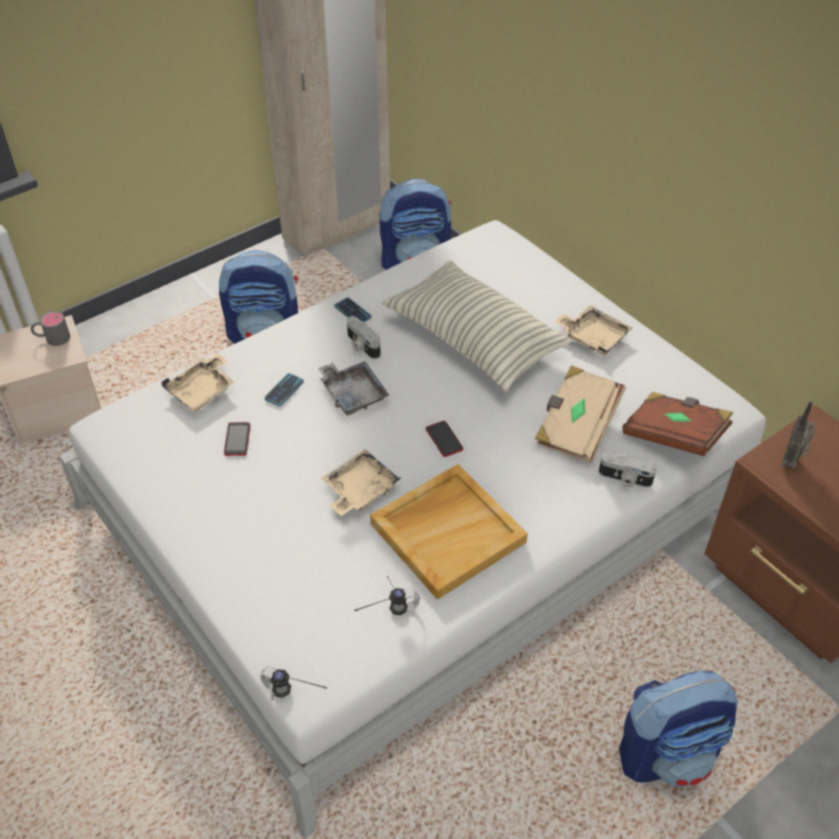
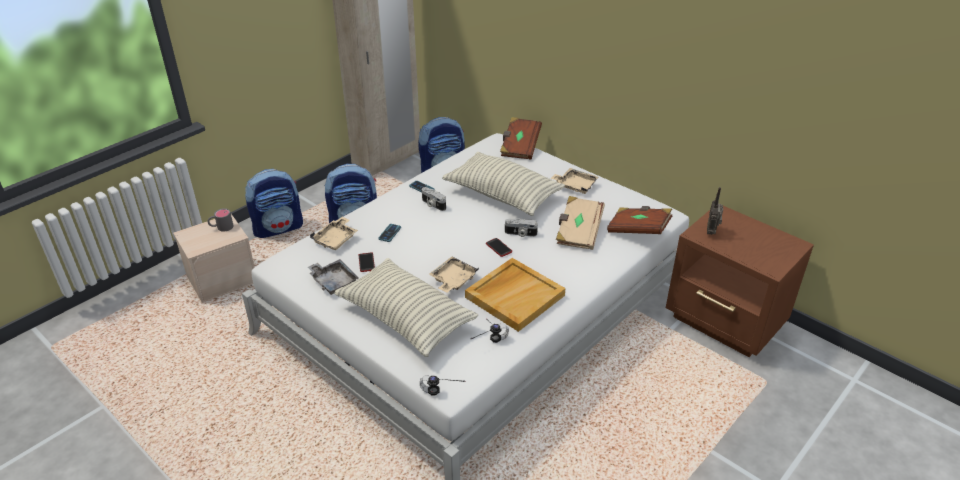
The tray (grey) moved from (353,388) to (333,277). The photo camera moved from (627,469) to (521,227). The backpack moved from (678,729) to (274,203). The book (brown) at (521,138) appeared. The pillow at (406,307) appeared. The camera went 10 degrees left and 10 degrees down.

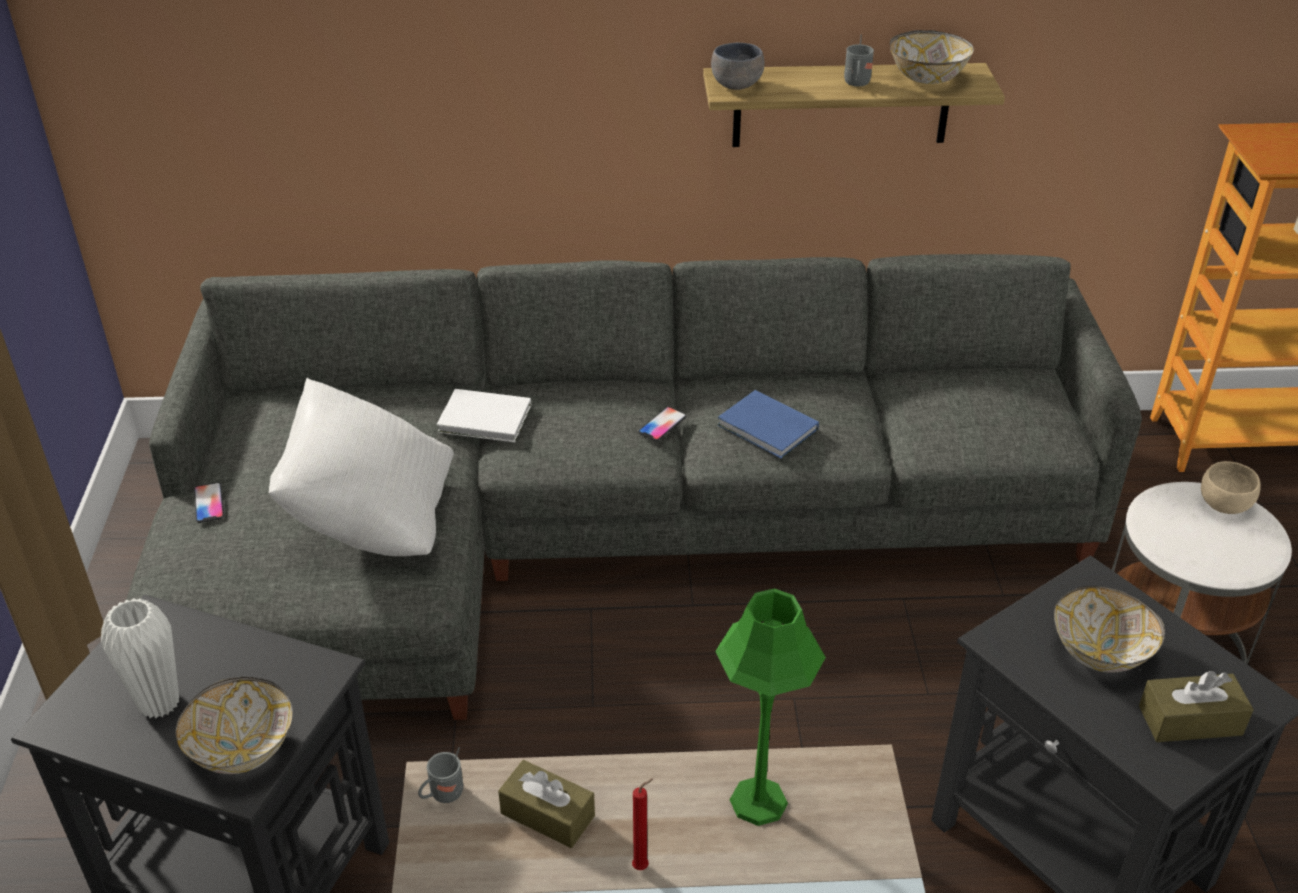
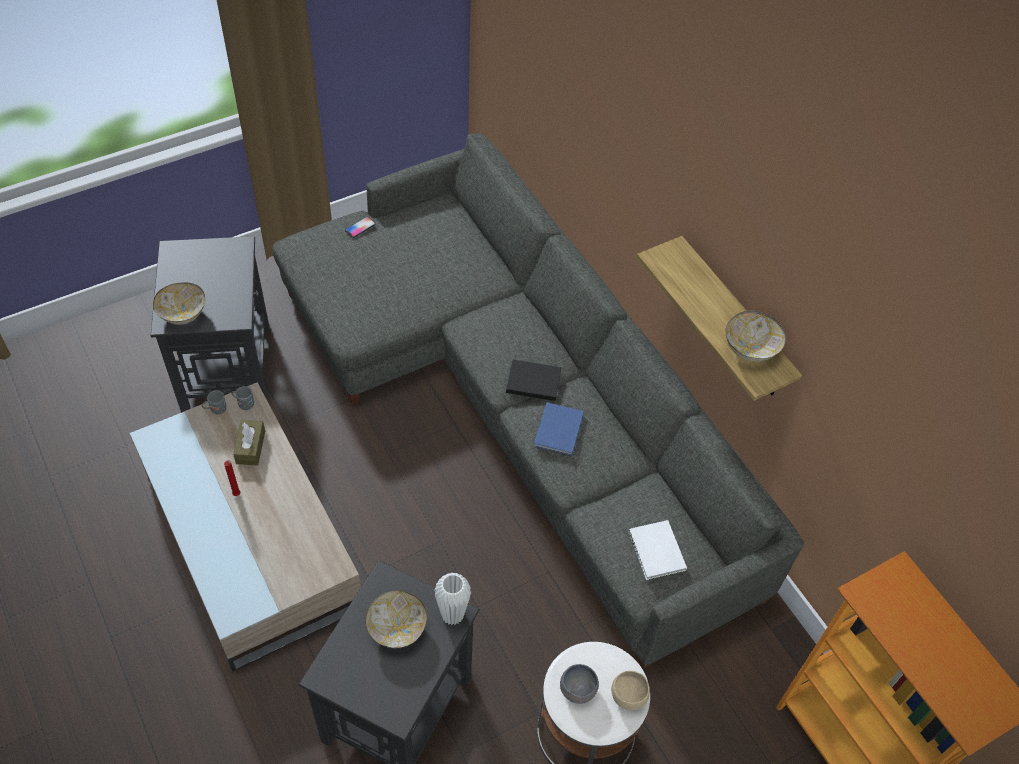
The mug (grey) moved from (859,60) to (214,402). The bowl (grey) moved from (737,66) to (579,684). The pillow (white) at (361,467) disappeared. The book (white) moved from (484,415) to (657,550). The phone at (662,424) was replaced by the book (black) at (533,380). The table lamp (green) at (770,707) disappeared. The vase (white) moved from (140,658) to (452,599). The tissue box (brown) at (1196,706) disappeared. The camera went 60 degrees right and 15 degrees up.

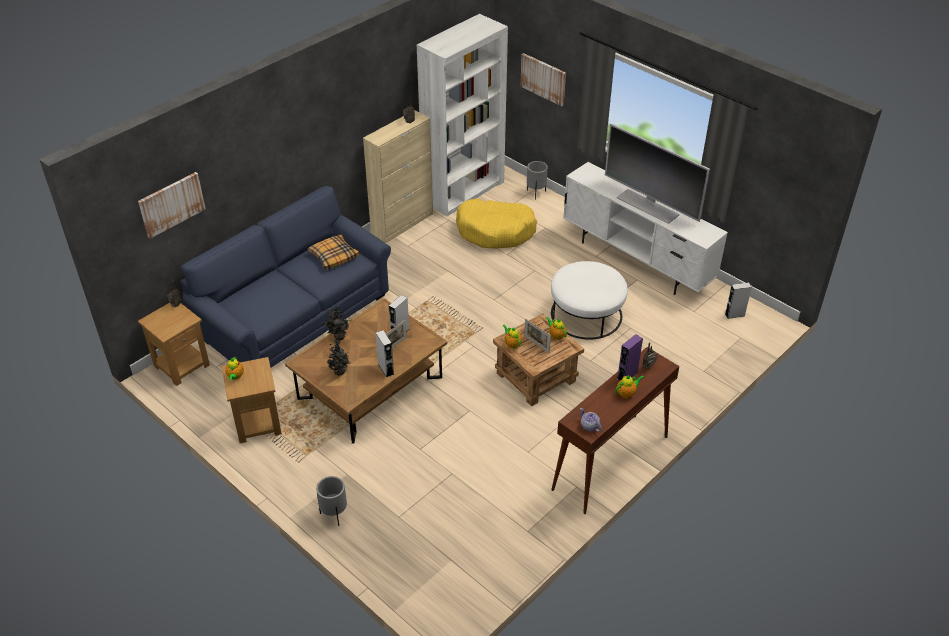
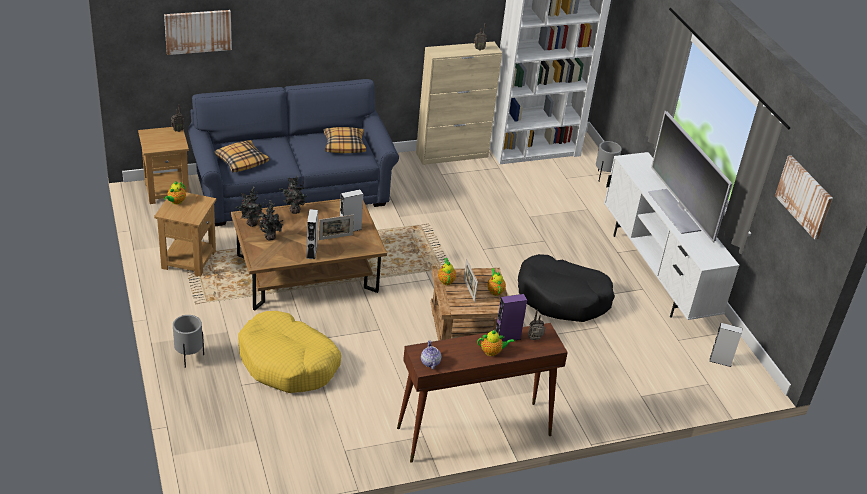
The picture moved from (543,79) to (804,197). The dog bed (yellow) moved from (496,224) to (289,352). The ottoman (white) at (589,300) was replaced by the dog bed (black) at (566,288). The pillow at (241,156) appeared. The potted plant at (251,207) appeared. The camera went 25 degrees right and 5 degrees down.

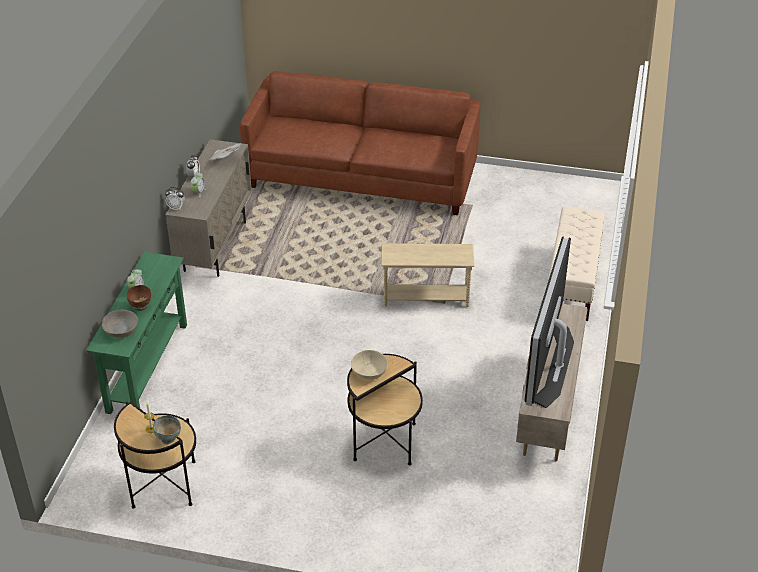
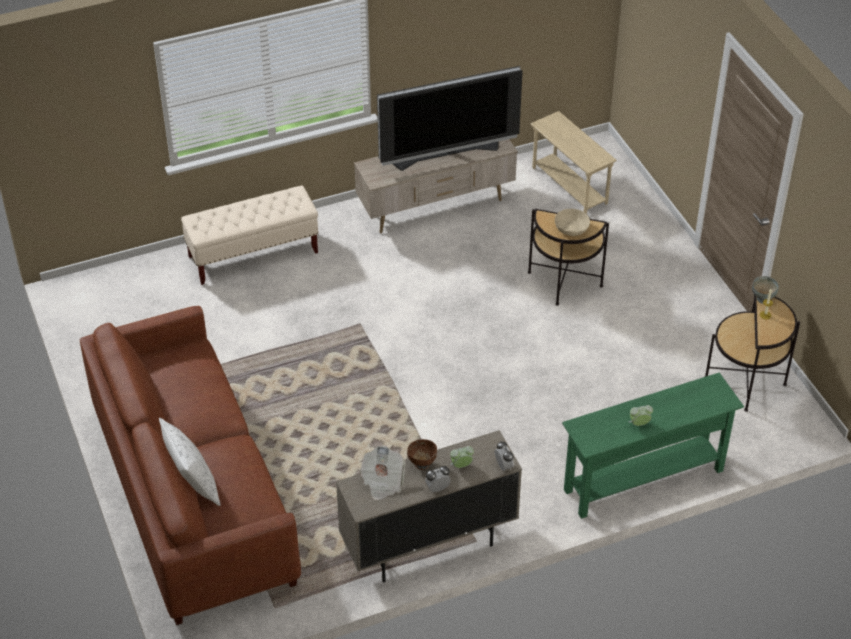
The side table (beige) moved from (428,275) to (573,162). The bowl (brown) moved from (139,298) to (422,454). The bowl (grey) at (120,324) disappeared. The pillow (white) at (189,462) appeared. The camera went 125 degrees left and 5 degrees up.

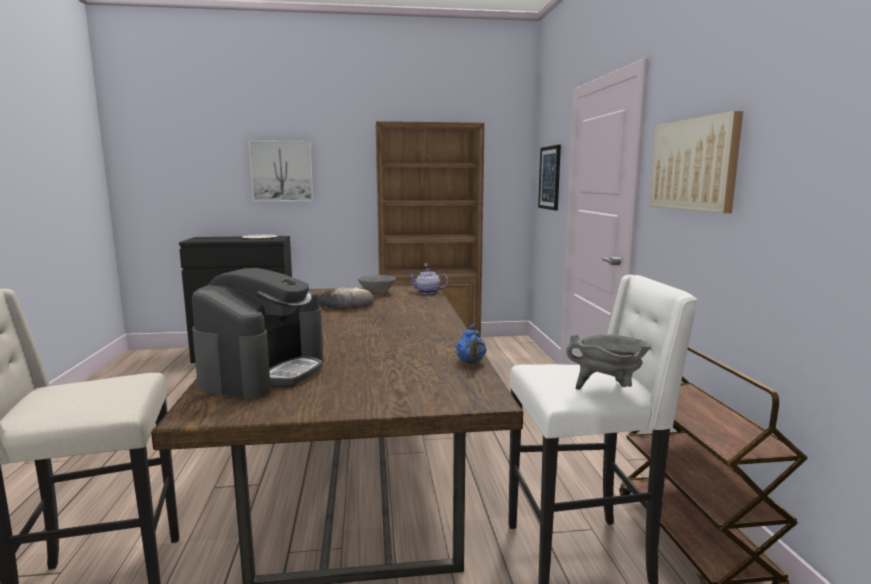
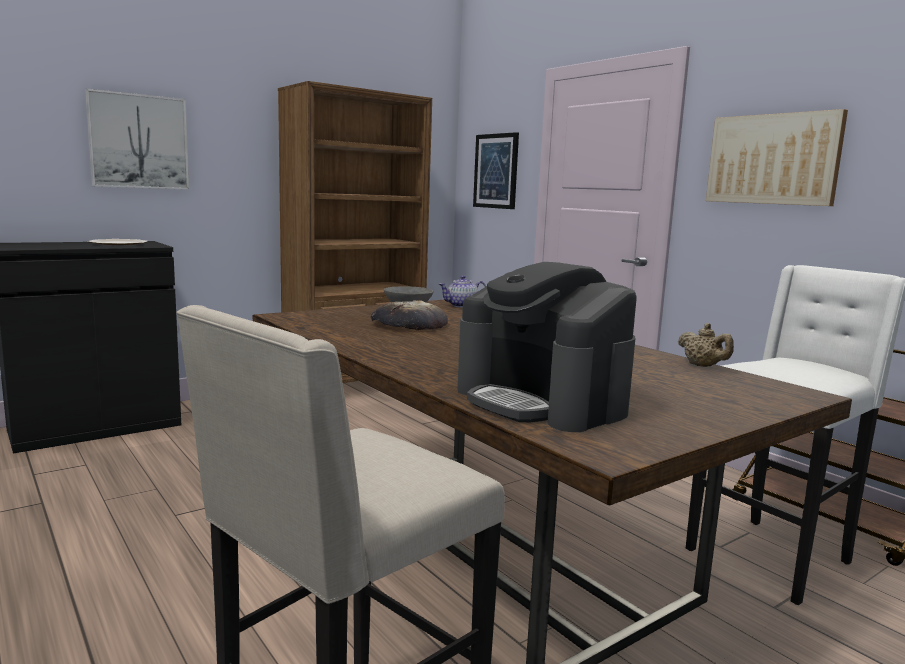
The coffee machine at (257,333) turned 150 degrees clockwise. The teapot (blue) at (471,344) became the teapot (beige) at (706,345). The cooking pot (grey) at (609,362) disappeared. The camera went 30 degrees left and 0 degrees up.

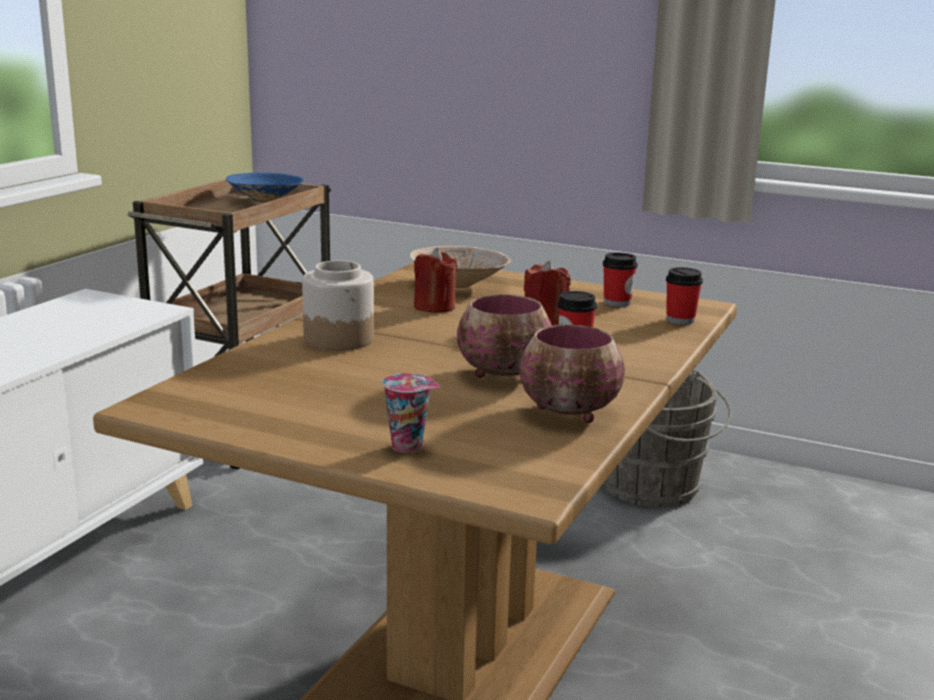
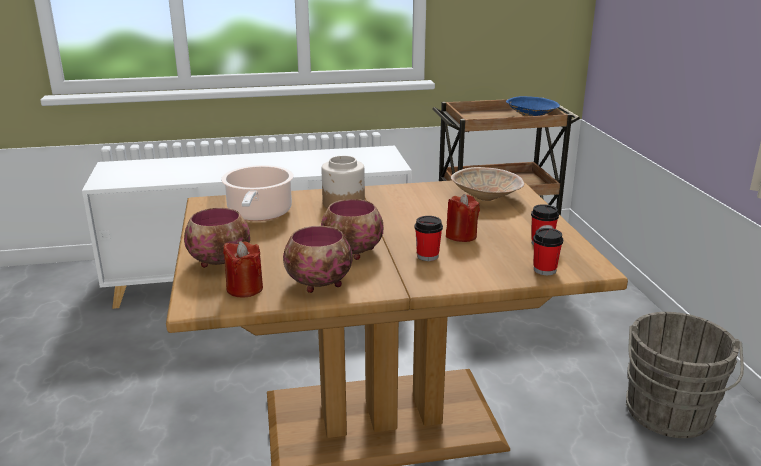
The candle (red) moved from (435,280) to (243,269). The cup at (411,413) was replaced by the bowl at (217,238). The cooking pot at (257,193) appeared. The camera went 55 degrees right and 5 degrees up.

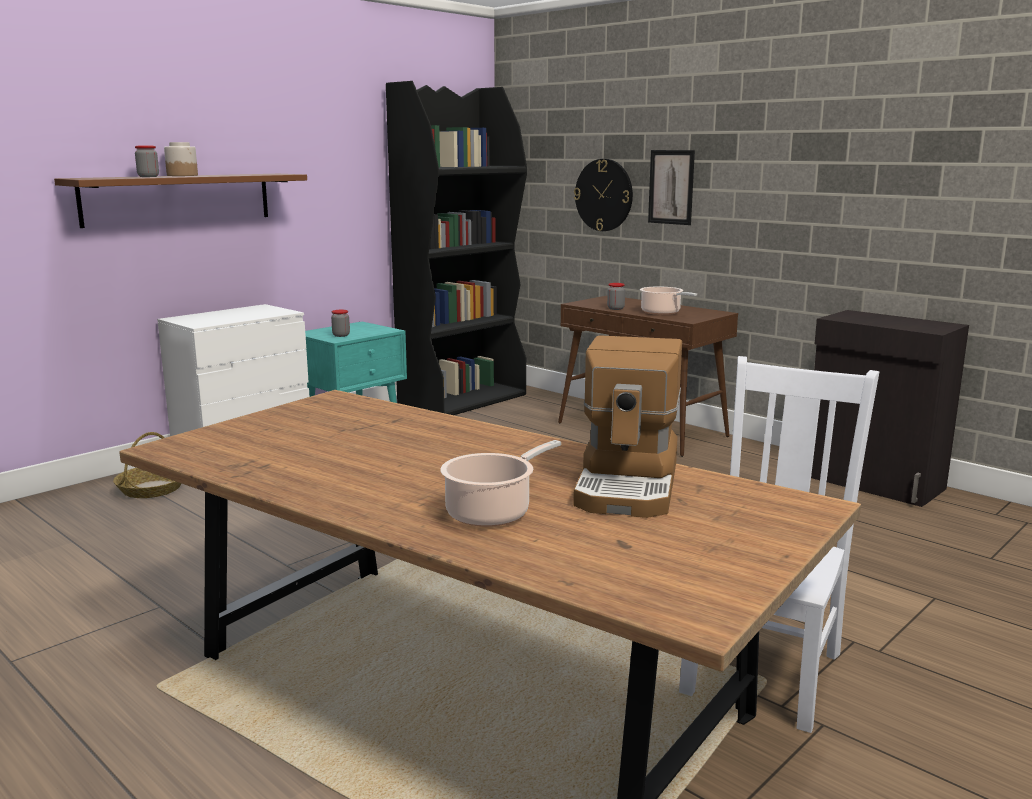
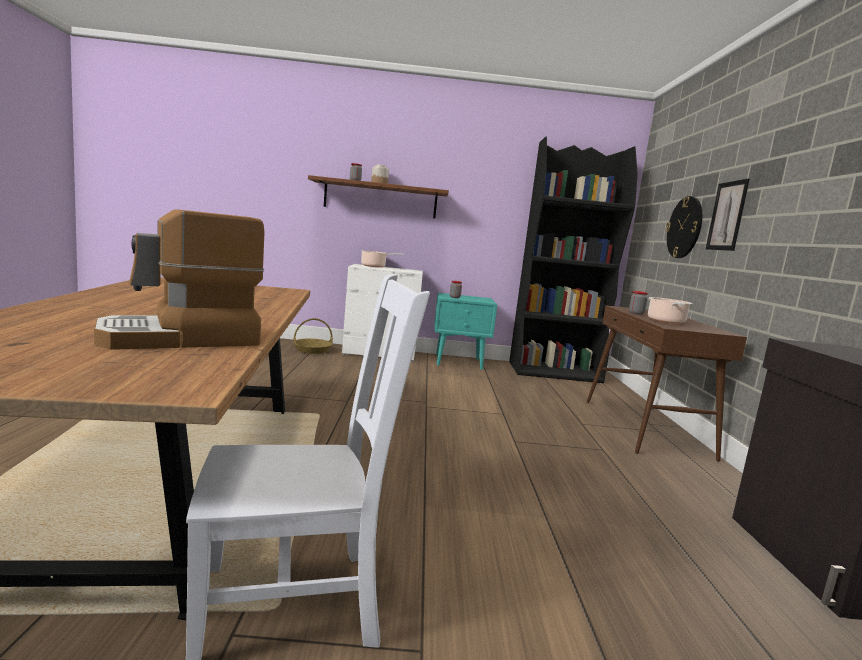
The cooking pot moved from (501,483) to (382,258). The camera went 45 degrees right and 5 degrees down.

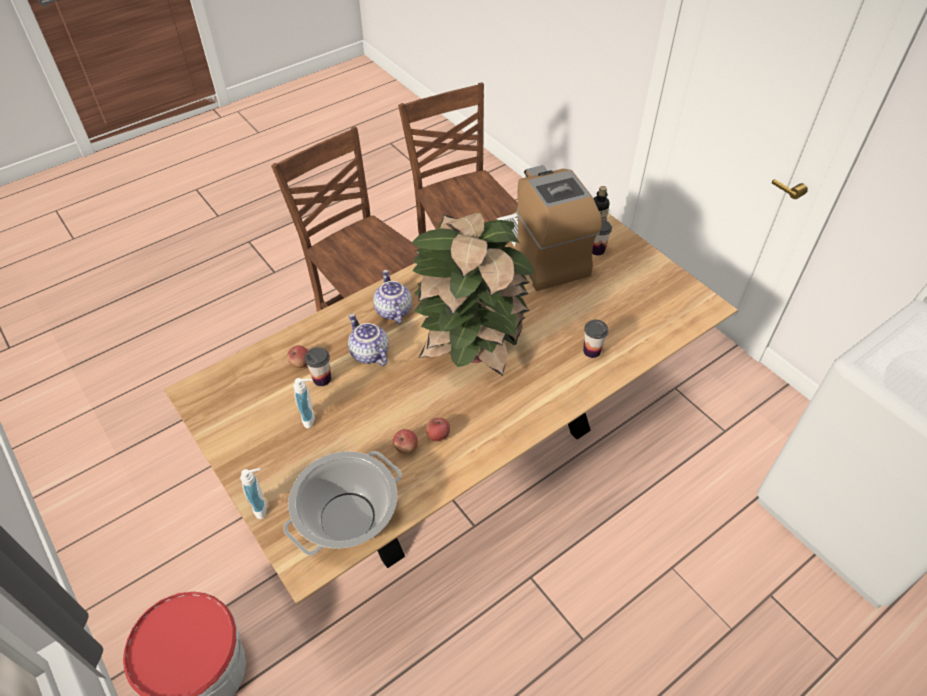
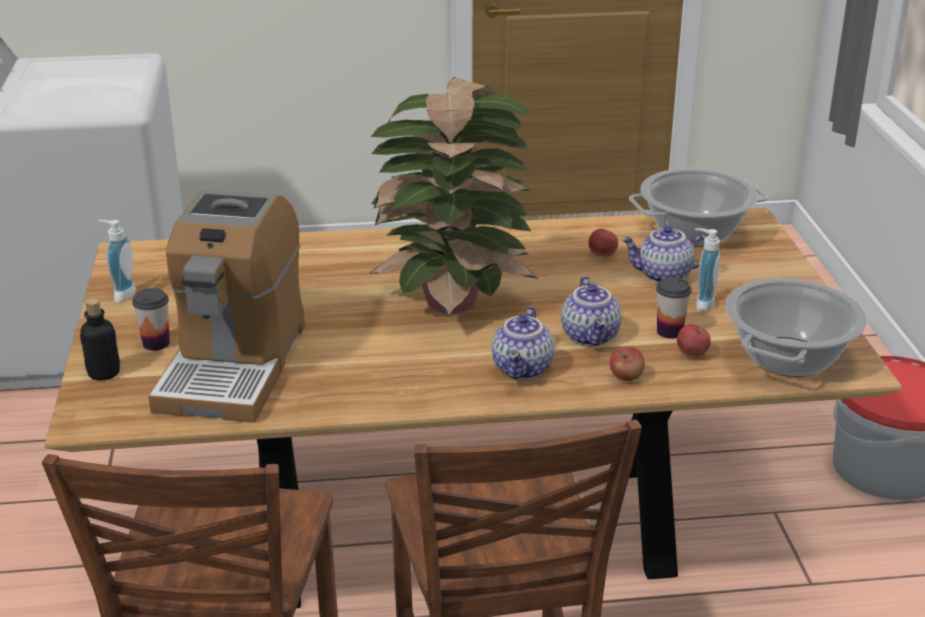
The cup at (595,339) disappeared. The apple moved from (438,430) to (627,363). The soap dispenser moved from (253,493) to (117,261). The teapot at (663,254) appeared. The cooking pot at (796,327) appeared. The camera went 150 degrees left and 20 degrees down.

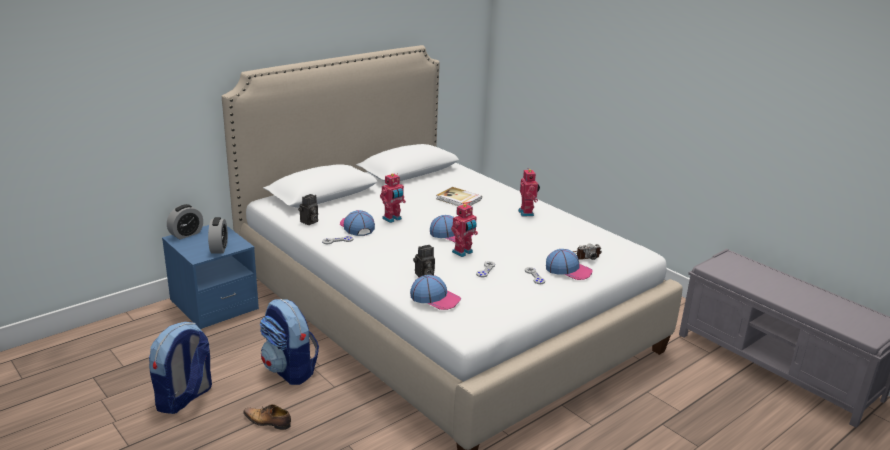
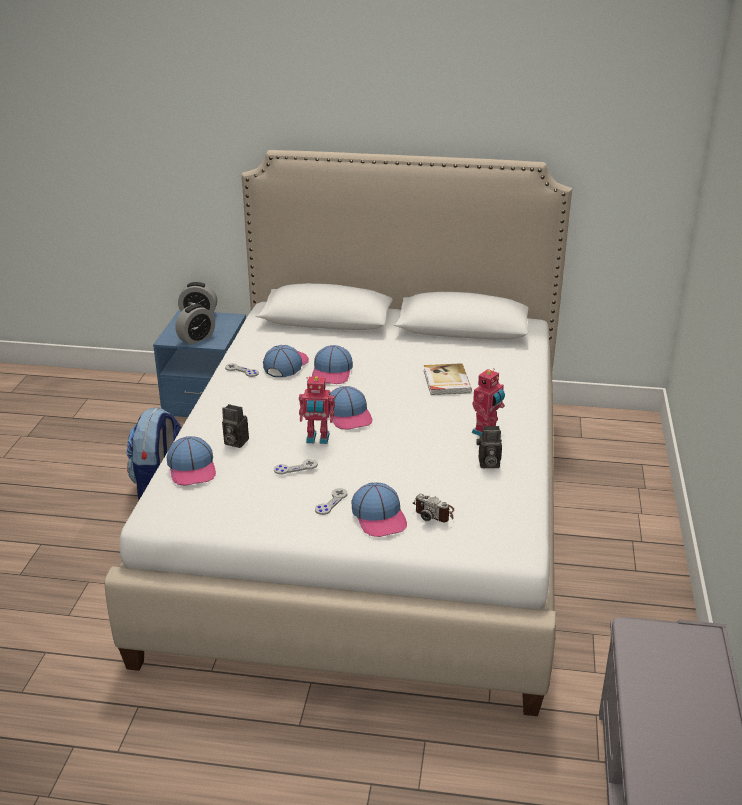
The toy robot at (393,198) was replaced by the cap at (332,364). The photo camera moved from (308,209) to (489,447). The backpack at (180,368) disappeared. The shoe at (267,417) disappeared. The camera went 50 degrees right and 5 degrees up.

